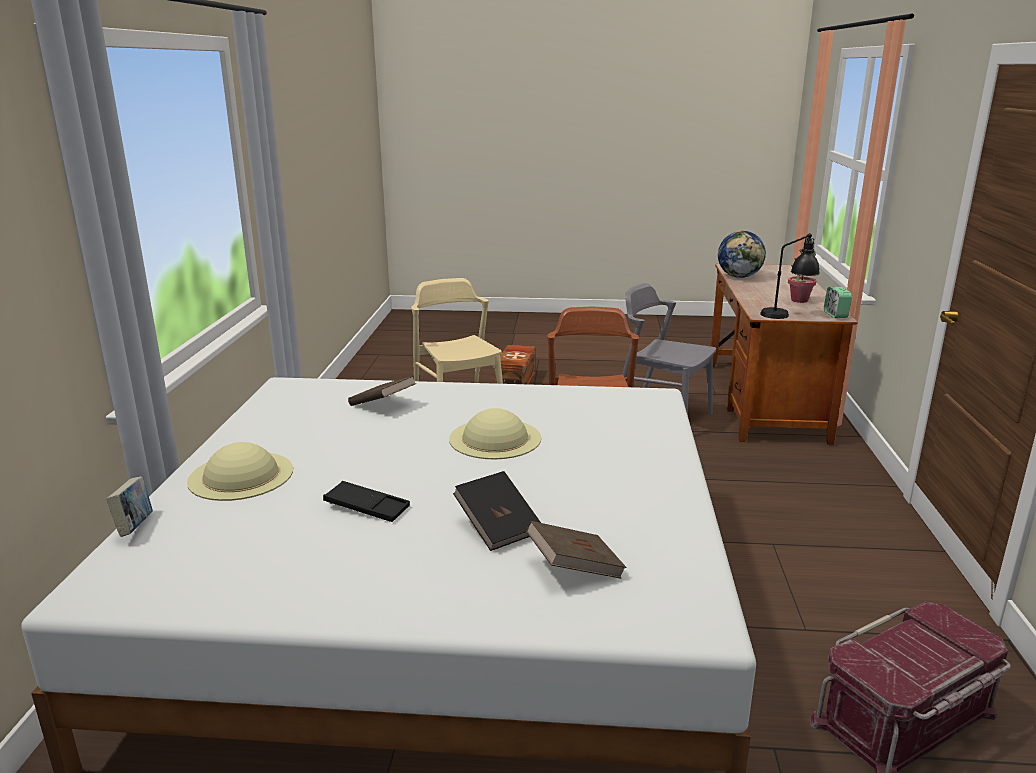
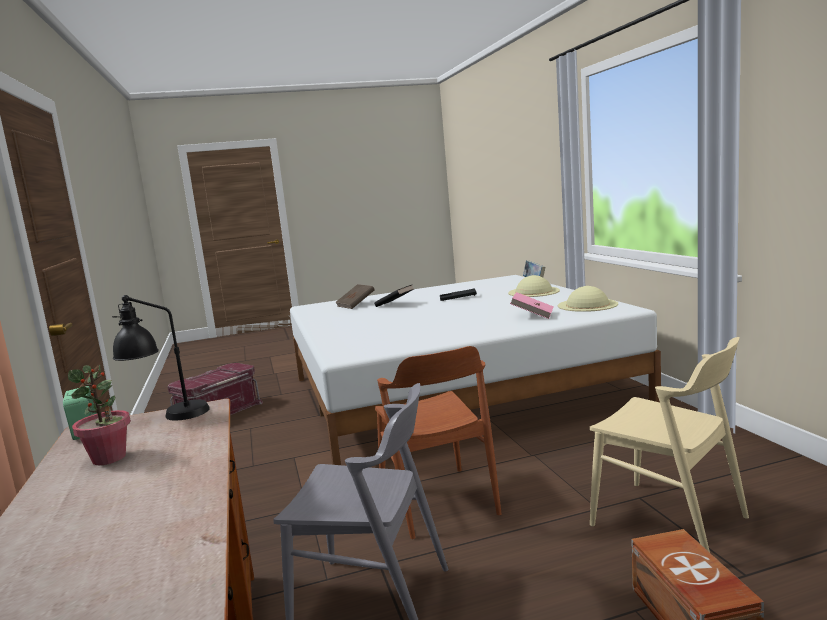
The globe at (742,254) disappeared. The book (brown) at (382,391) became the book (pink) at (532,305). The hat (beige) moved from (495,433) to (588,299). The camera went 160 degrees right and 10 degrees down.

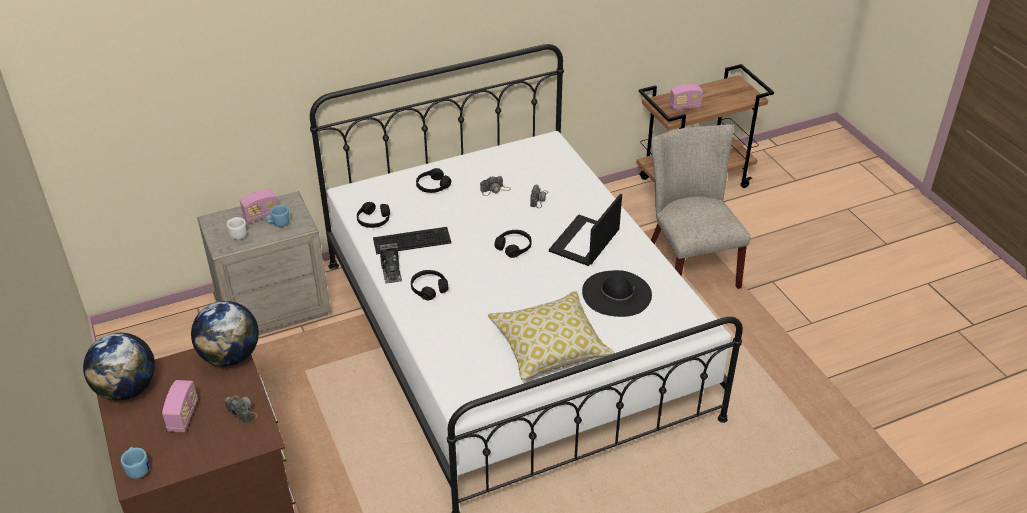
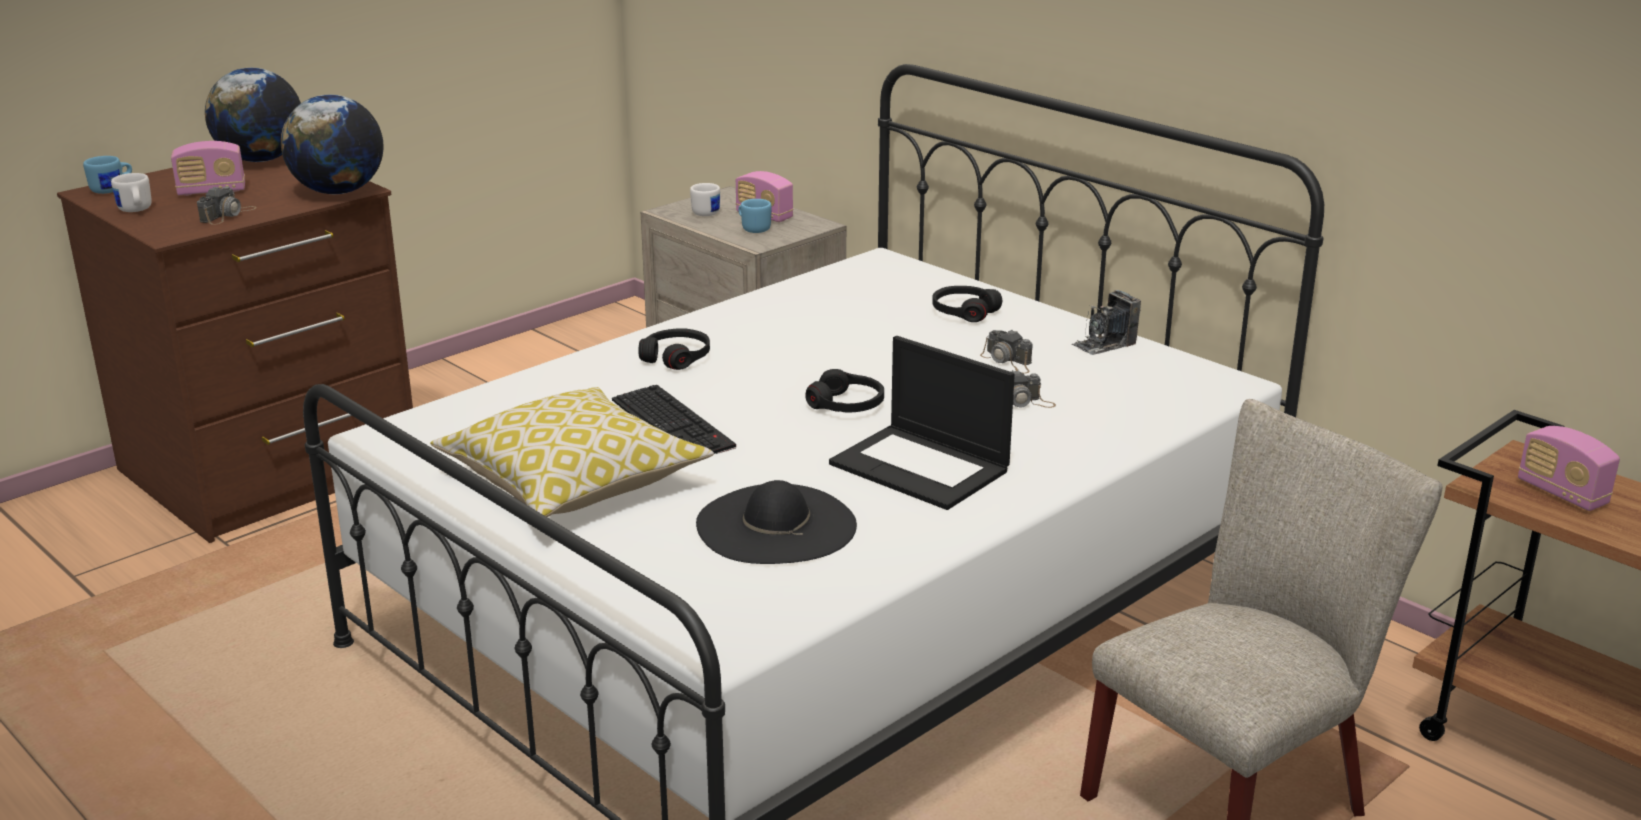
The laptop at (585,230) turned 150 degrees counterclockwise. The headphones (black) at (373,215) disappeared. The keyboard moved from (412,240) to (674,419). The photo camera moved from (390,263) to (1106,322). The mug (white) at (131,192) appeared. The camera went 70 degrees right and 15 degrees down.

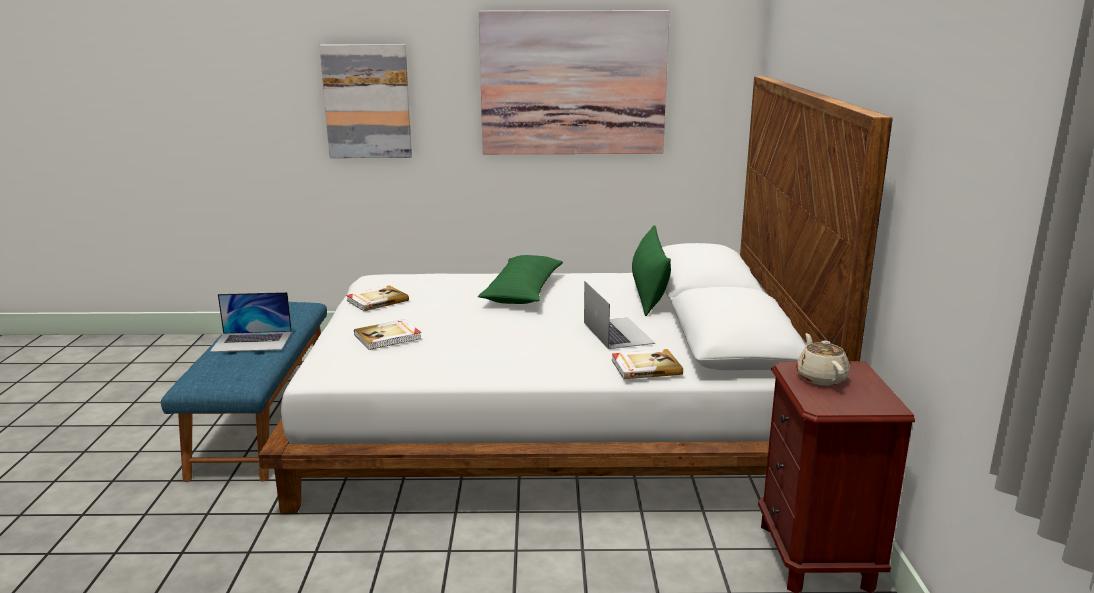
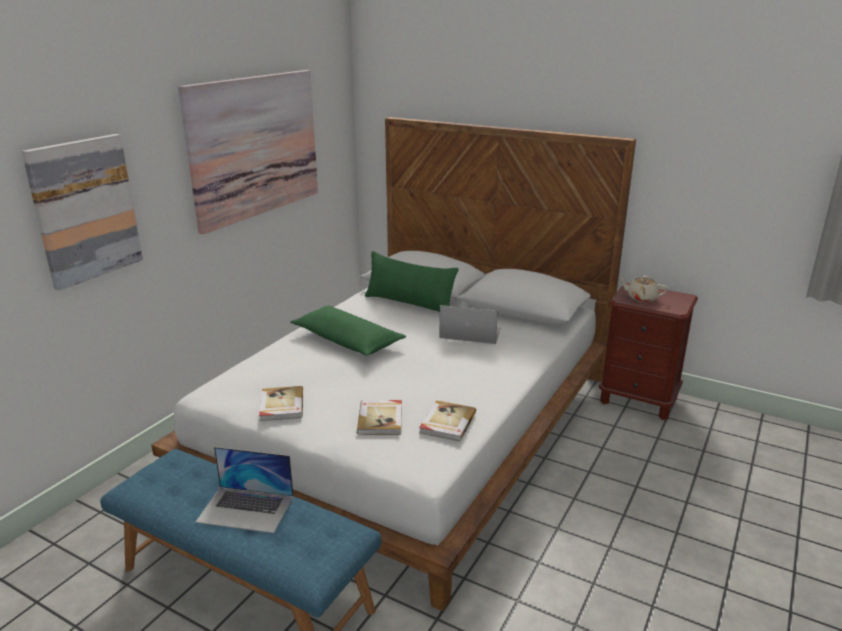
The laptop at (251,322) turned 75 degrees clockwise. The book moved from (647,364) to (447,420). The camera went 60 degrees left and 5 degrees up.

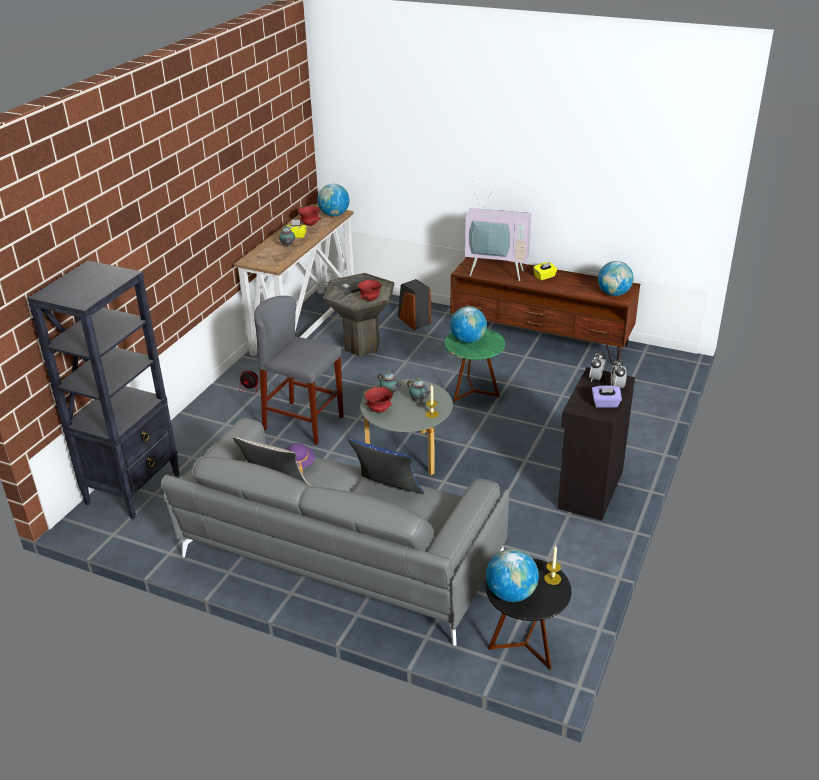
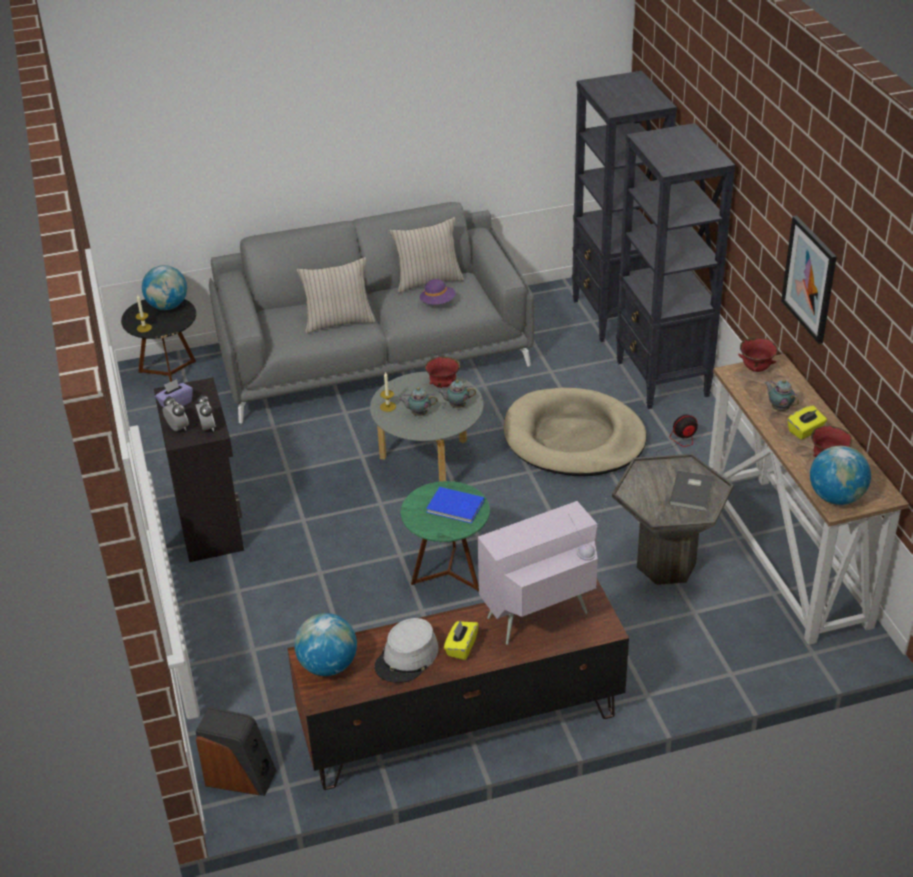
The speaker moved from (414,304) to (236,751). The bowl (red) moved from (370,290) to (758,354). The stool (grey) at (299,370) was replaced by the dog bed (beige) at (575,432). The globe at (468,324) was replaced by the book (blue) at (455,505). The pillow (blue) at (386,466) became the pillow (beige) at (336,295). The bookcase (black) at (675,266) appeared. The picture at (809,279) appeared. The hat (grey) at (406,650) appeared. The camera went 140 degrees right and 5 degrees up.

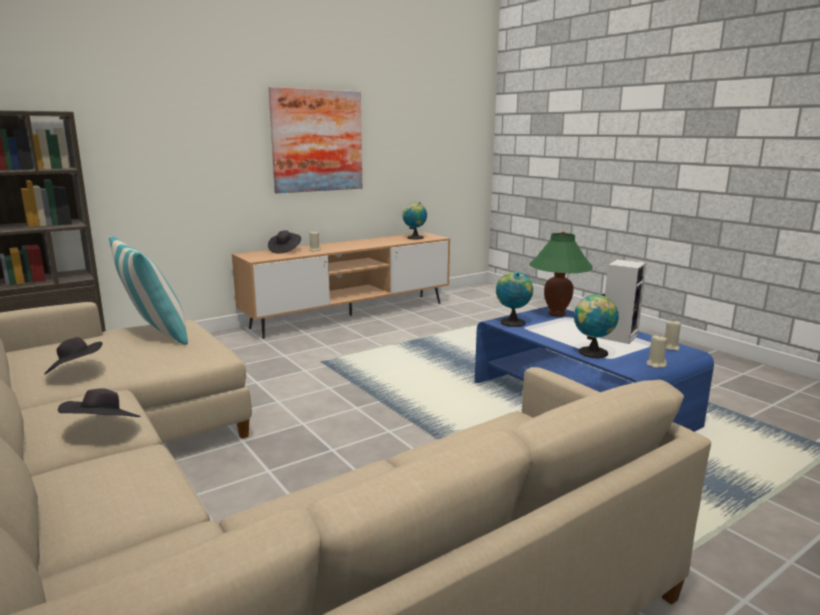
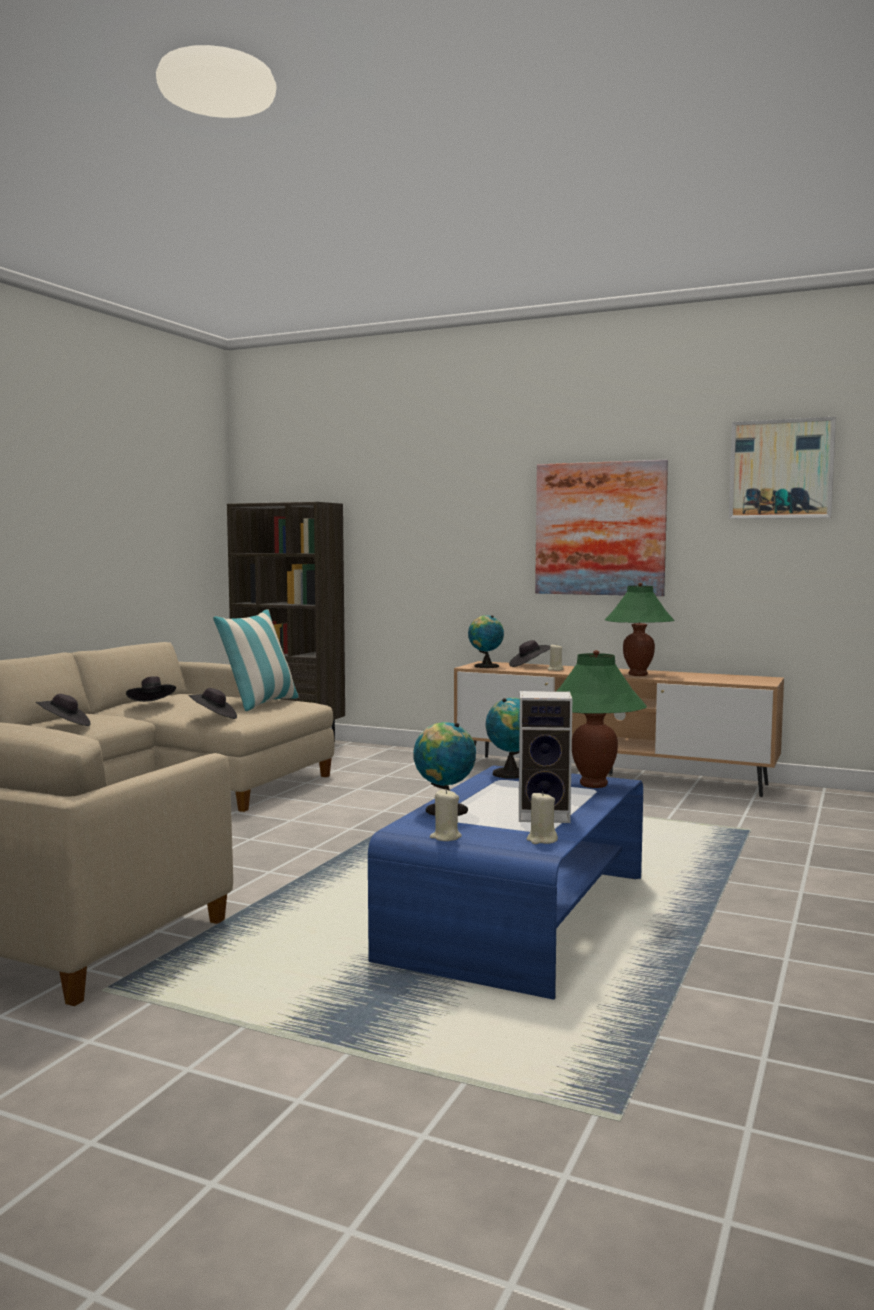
The globe moved from (415,220) to (486,641). The picture at (782,468) appeared. The table lamp (green) at (639,629) appeared. The hat (black) at (212,703) appeared. The camera went 60 degrees right and 10 degrees down.

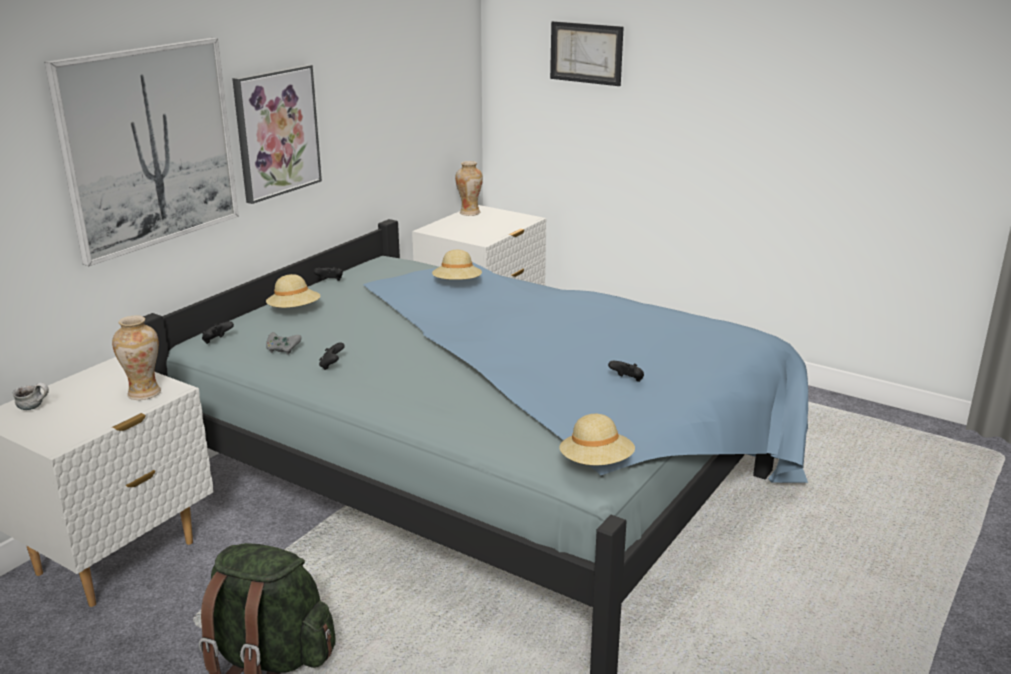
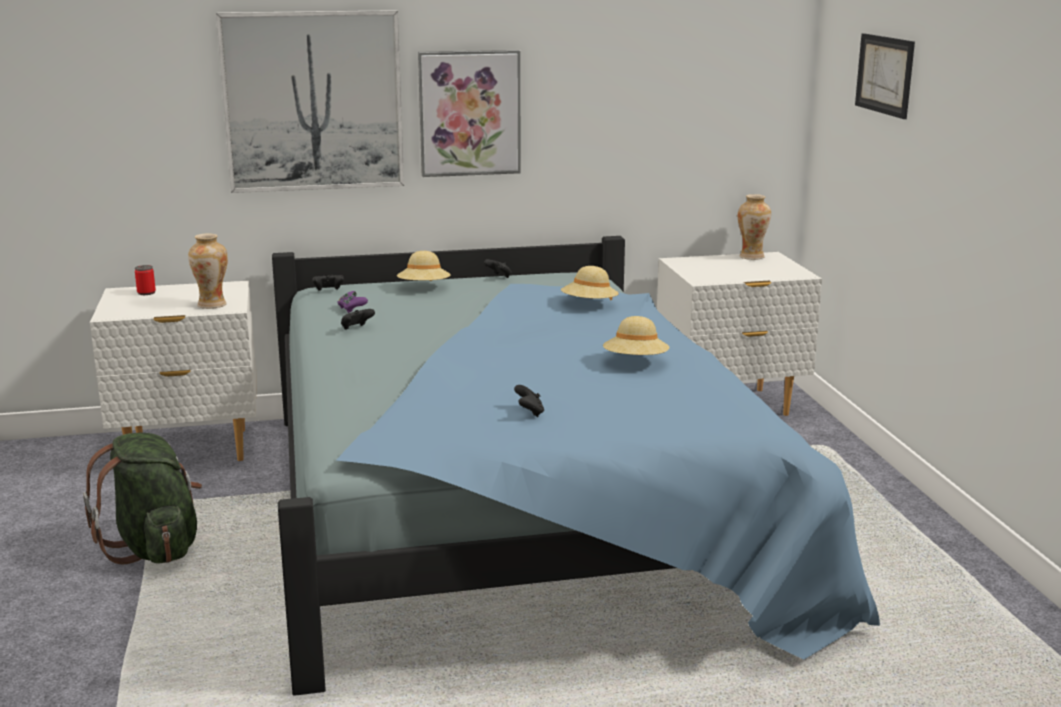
The game controller (grey) at (283,343) became the game controller (purple) at (352,302). The mug at (30,396) was replaced by the can at (145,280). The hat (beige) moved from (597,439) to (636,335). The camera went 45 degrees right and 5 degrees down.

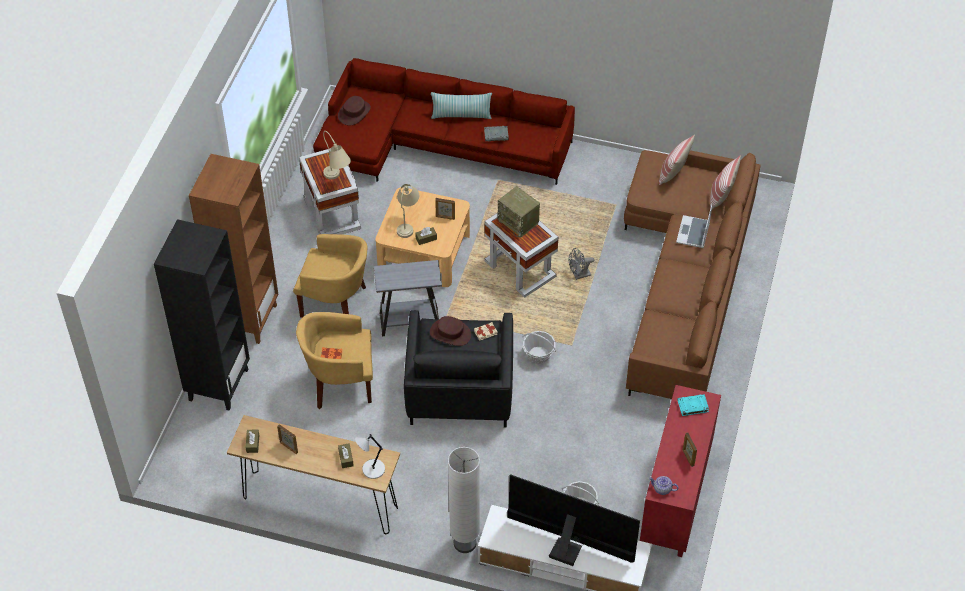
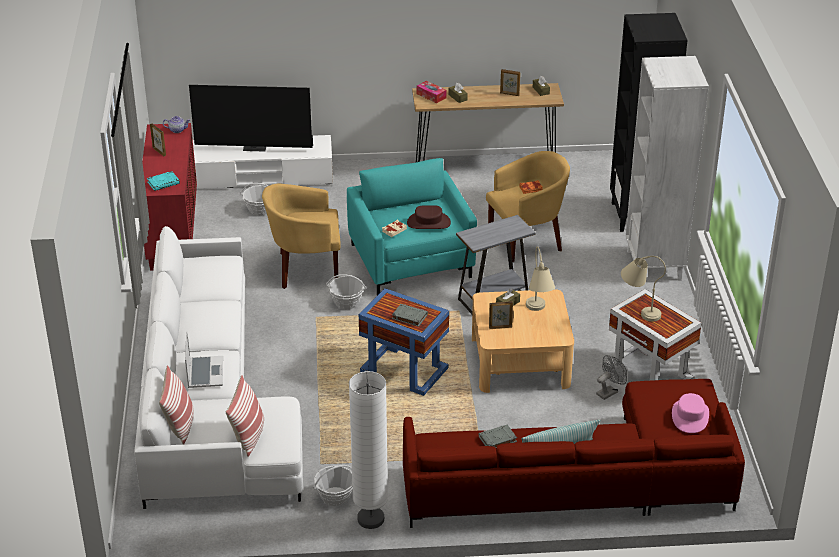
The hat (brown) at (354,111) became the hat (pink) at (690,413). The sofa (brown) at (692,274) became the sofa (white) at (218,367). The bookcase (brown) at (233,249) became the bookcase (white) at (667,168). The radio at (519,211) was replaced by the book (grey) at (410,315). The side table (white) at (521,255) became the side table (blue) at (404,342). The armchair (yellow) moved from (330,276) to (301,236). The fan (grey) moved from (581,264) to (611,377). The armchair (black) at (458,369) became the armchair (turquoise) at (412,226). The table lamp (grey) at (370,456) was replaced by the tissue box at (431,92). The floor lamp (white) moved from (464,500) to (368,450). The basket at (333,485) appeared. The camera went 160 degrees right and 15 degrees down.

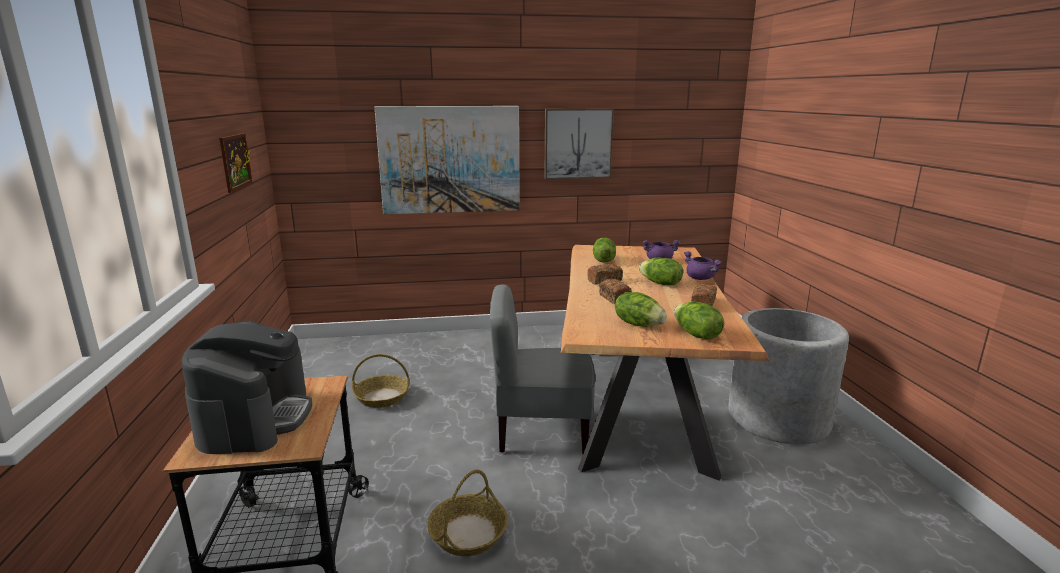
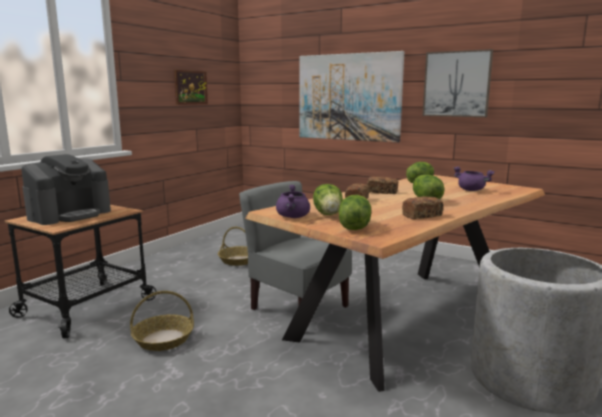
The cooking pot (purple) moved from (703,265) to (293,201). The camera went 40 degrees right and 5 degrees down.

